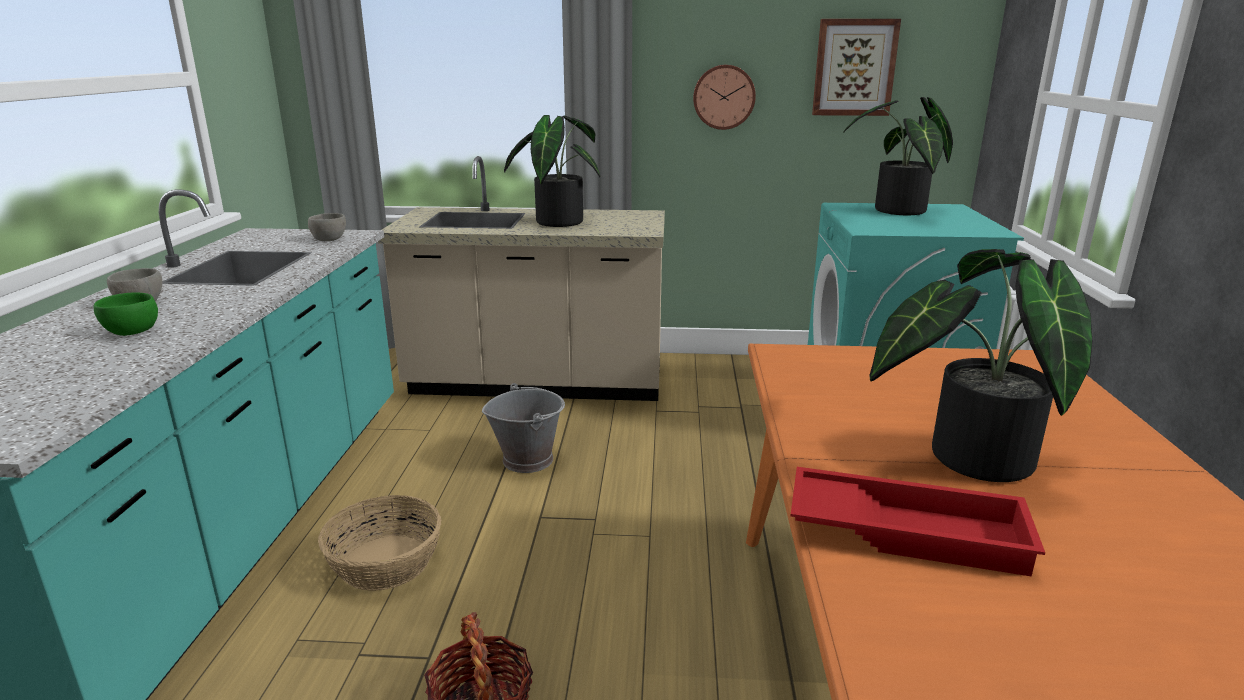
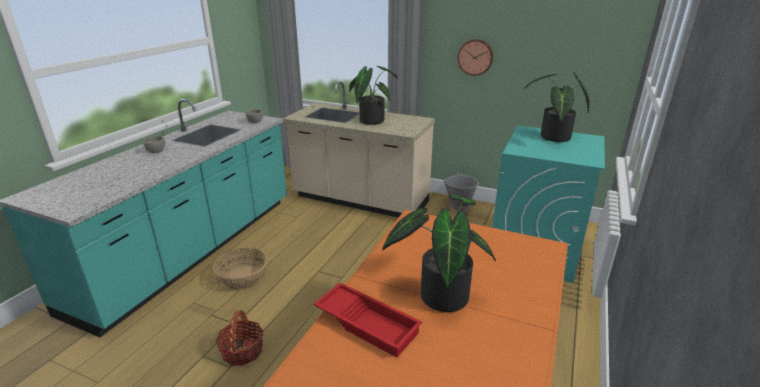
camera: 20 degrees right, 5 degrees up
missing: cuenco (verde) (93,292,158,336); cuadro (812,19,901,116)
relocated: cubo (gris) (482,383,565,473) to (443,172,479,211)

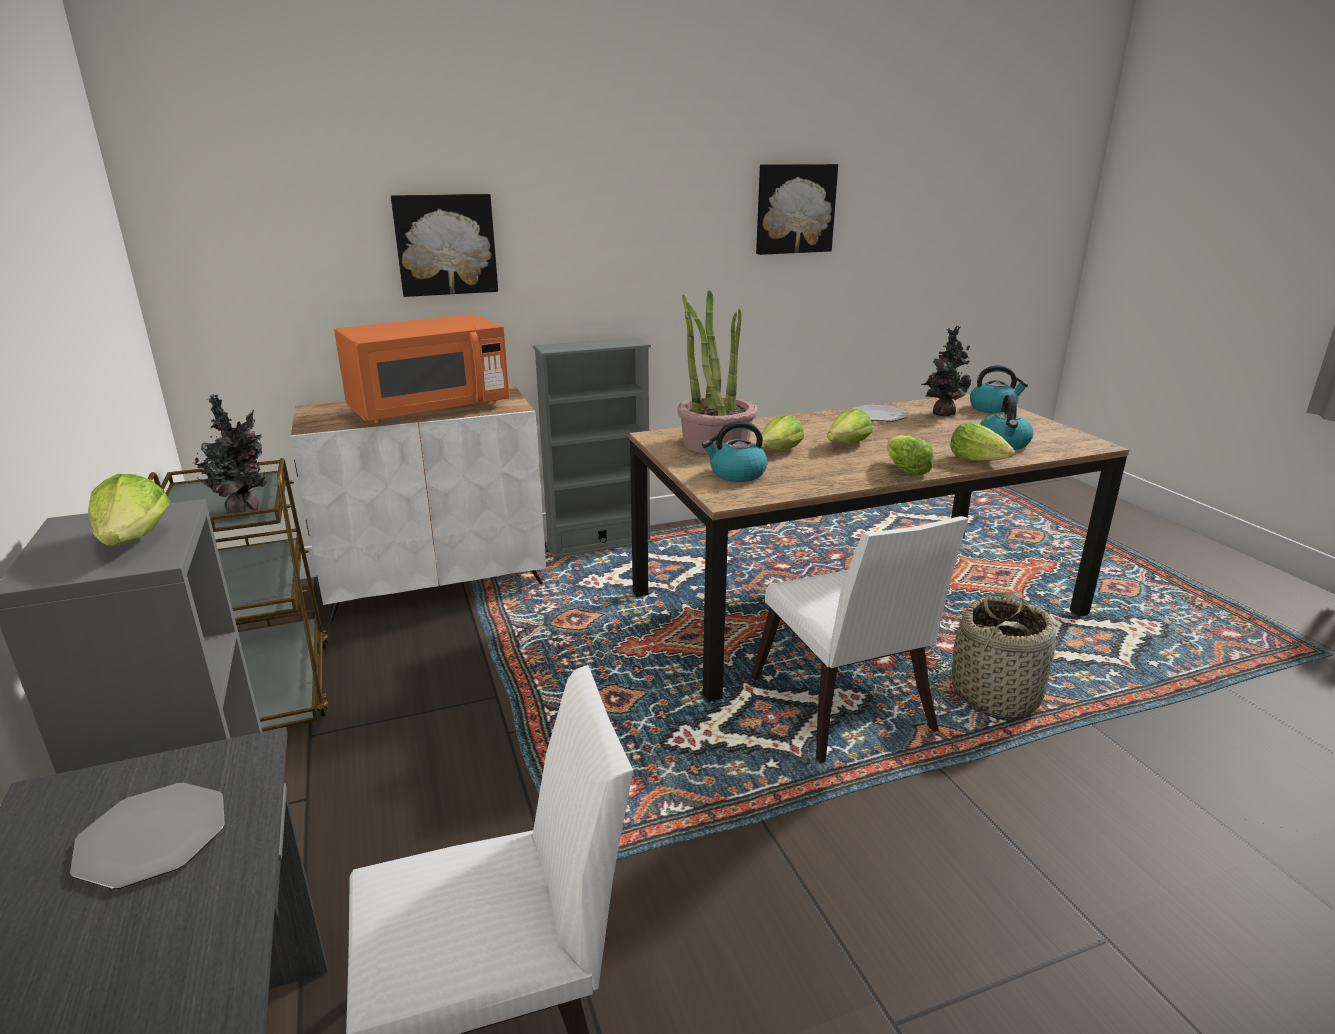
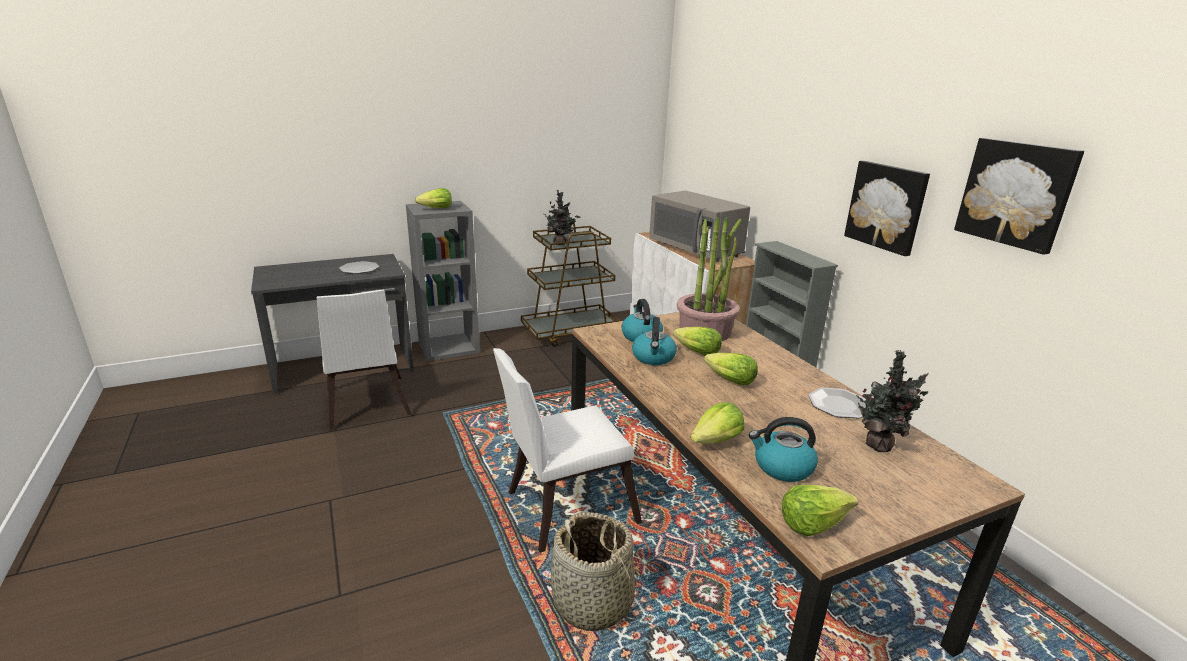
camera: 85 degrees right, 0 degrees up
relocated: hervidor (970,365,1028,414) to (632,317,677,365); lechuga (887,435,933,476) to (782,485,858,536); cuadro (391,194,498,297) to (844,161,930,256)
colour: microondas (naranja) (334,314,510,423) to microondas (gris) (649,191,750,262)

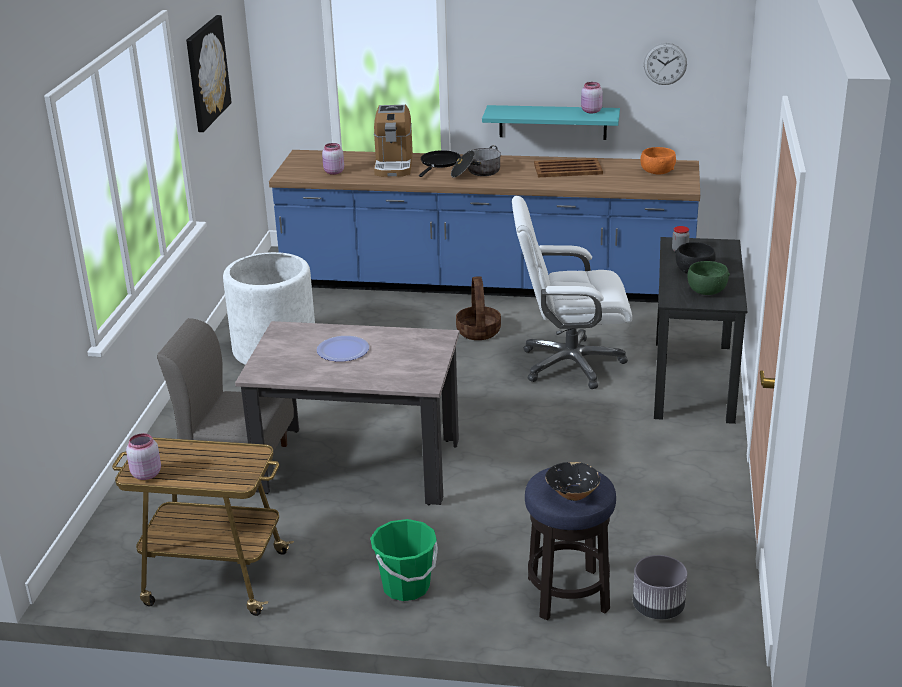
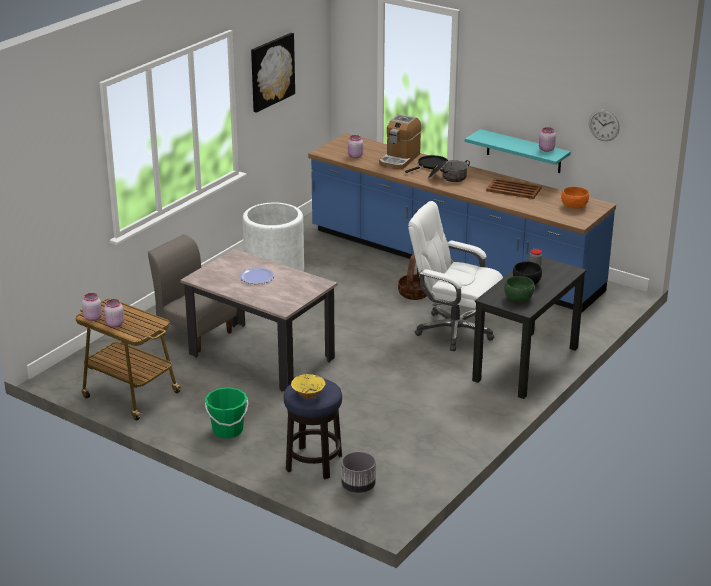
camera: 25 degrees right, 0 degrees up
appeared: tarro (rosa) (104,299,124,327)
colour: cuenco (negro) (545,462,600,501) to cuenco (amarillo) (291,374,325,399)

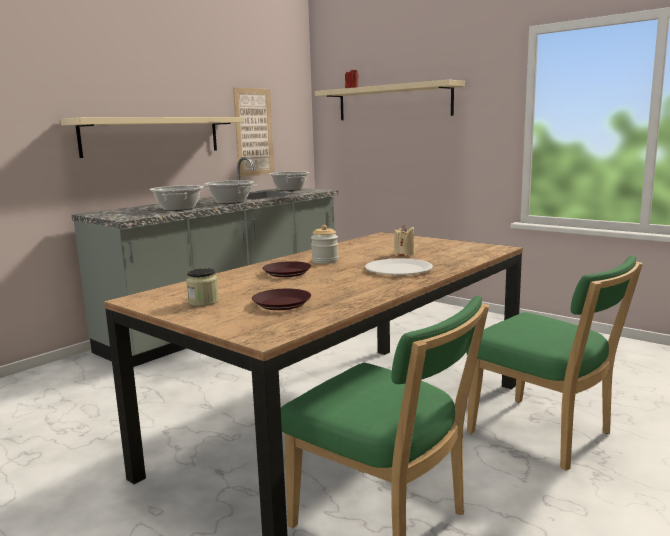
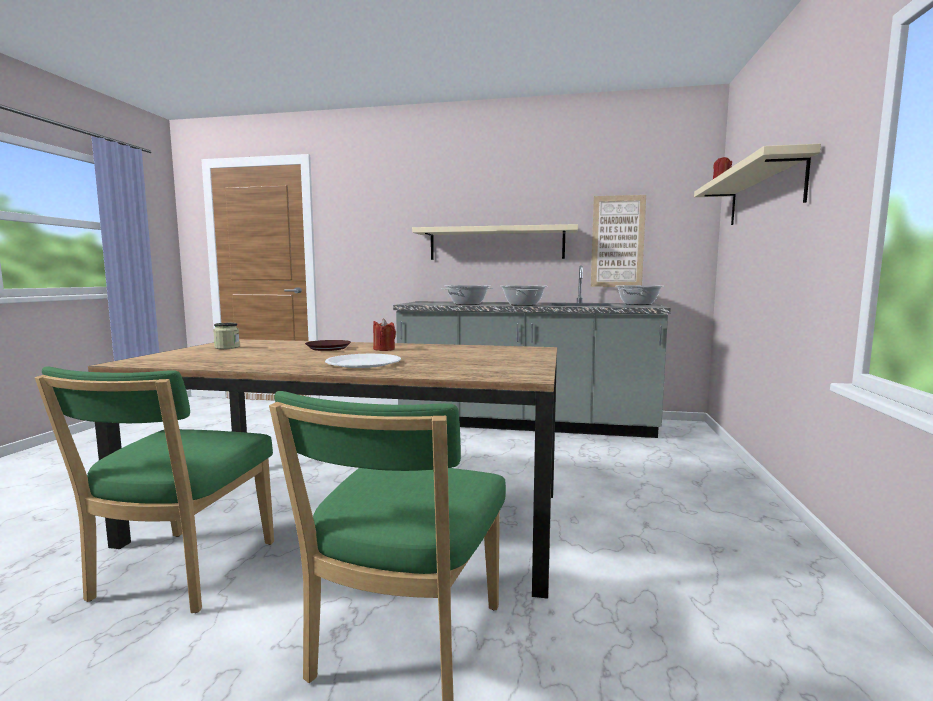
camera: 60 degrees right, 5 degrees down
missing: plato (marrón) (252,289,311,310); vela (beis) (394,225,415,256)
exchanged: tarro (311,225,339,264) to vela (rojo) (373,318,396,351)

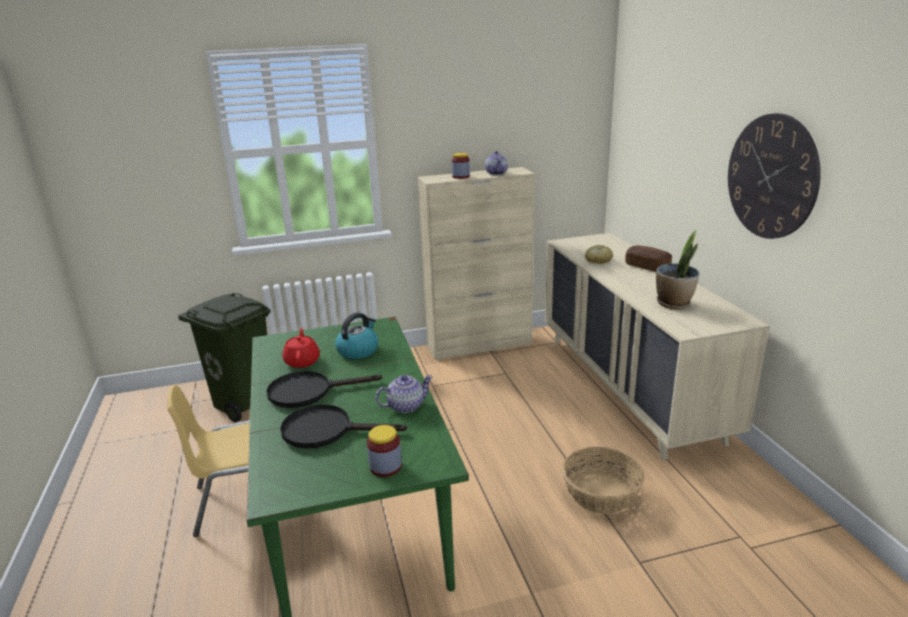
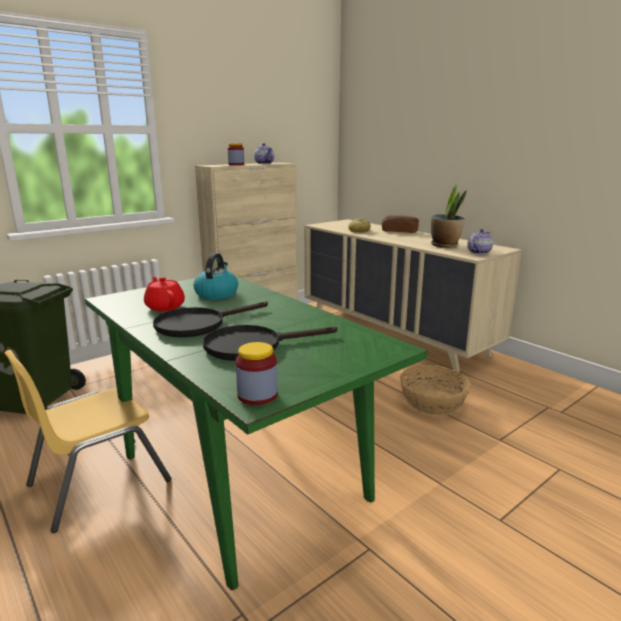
camera: 25 degrees left, 5 degrees down
missing: reloj de pared (728,113,821,239)
relocated: tarro (367,425,402,477) to (236,342,278,405); tetera (375,375,433,413) to (467,229,493,254)

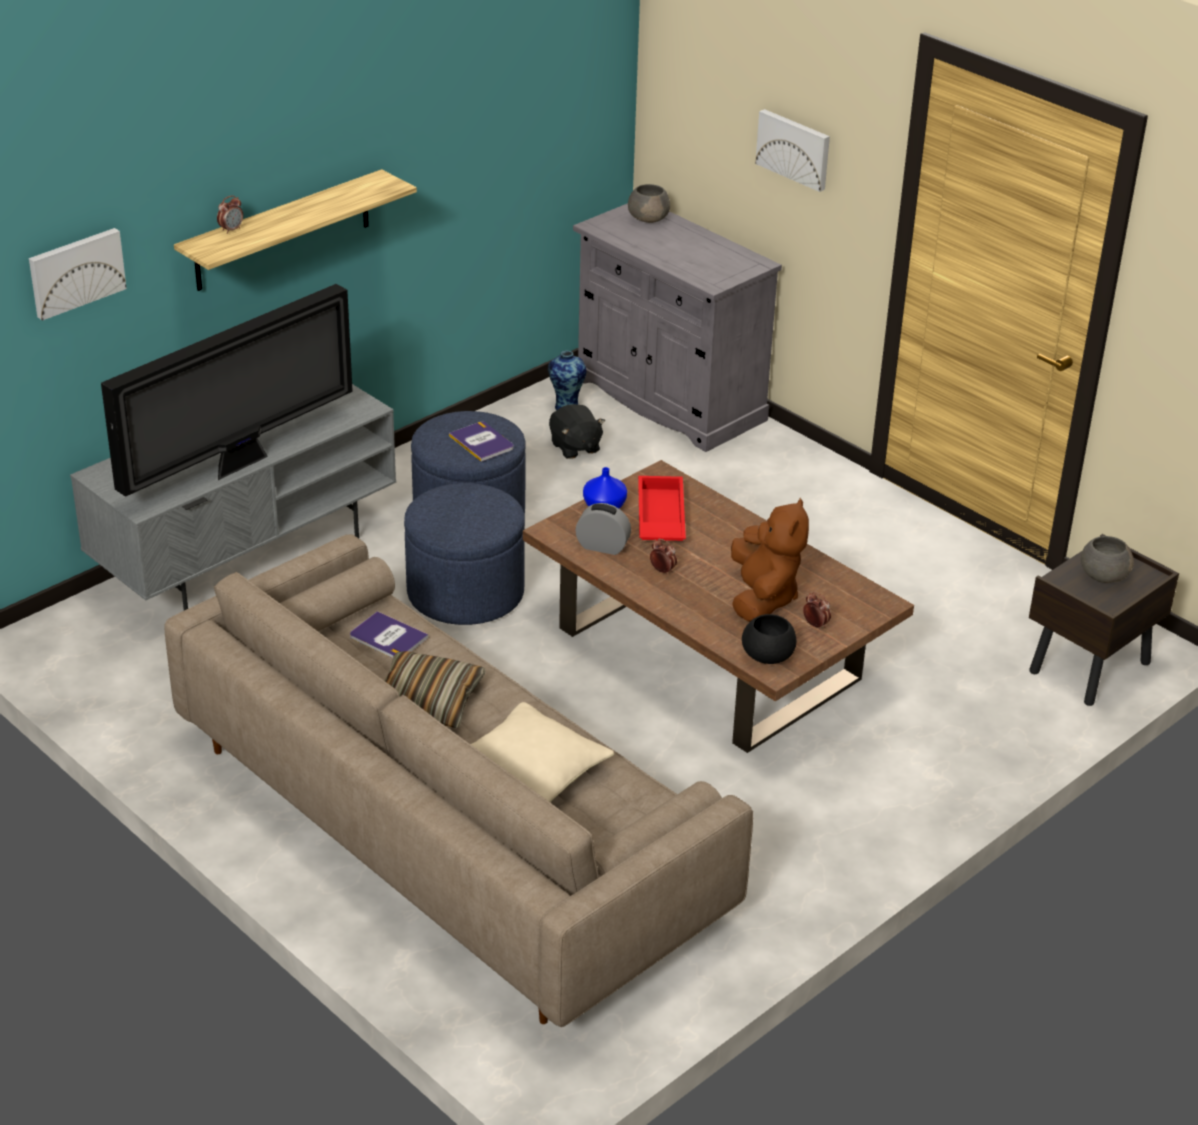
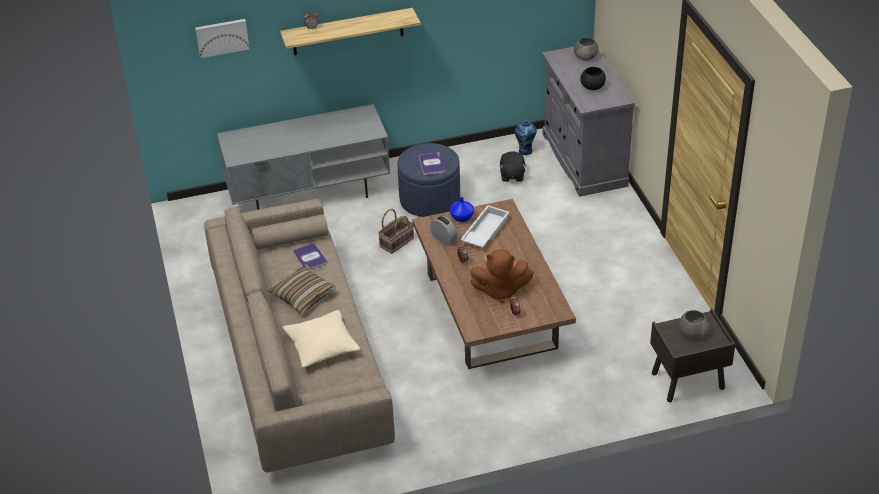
camera: 30 degrees right, 5 degrees up
missing: televisor (101,284,353,497); cuadro (755,109,830,192)
relocated: cuenco (negro) (742,614,796,664) to (580,67,606,90)
exchanged: puf (azul) (404,483,525,625) to cesta (378,209,414,254)
colour: bandeja (rojo) (638,476,686,541) to bandeja (blanco) (460,205,510,248)
spun: peluche (marrón) (731,498,809,622) = (470,249,534,303) 60 degrees clockwise

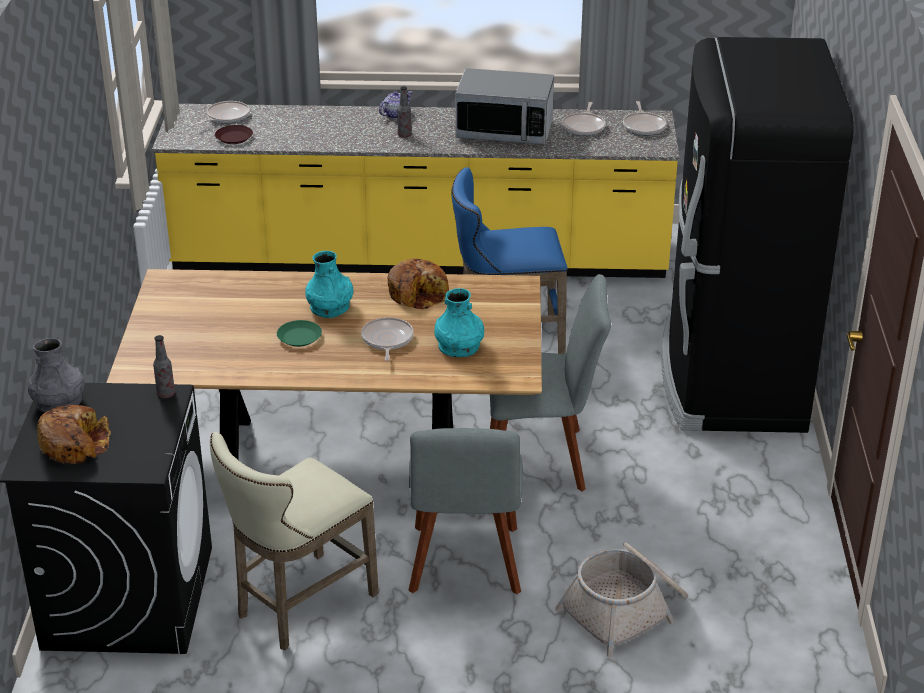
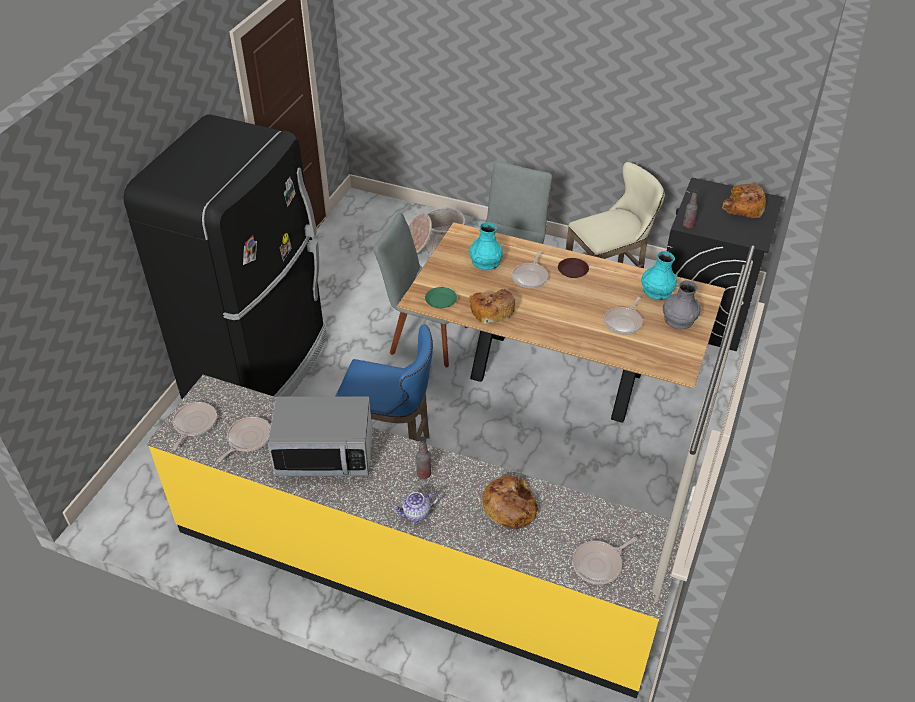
camera: 160 degrees left, 10 degrees up
appeared: pan (482,476,538,529); sartén (604,297,643,335)
relocated: plato (verde) (277,320,322,347) to (425,287,457,308); plato (marrón) (215,125,253,144) to (558,258,589,278); florero (turquesa) (305,251,353,318) to (641,251,677,300); florero (gris) (28,338,85,413) to (663,280,700,330)
spun: microondas (455,68,554,145) = (268,396,372,476) 150 degrees clockwise

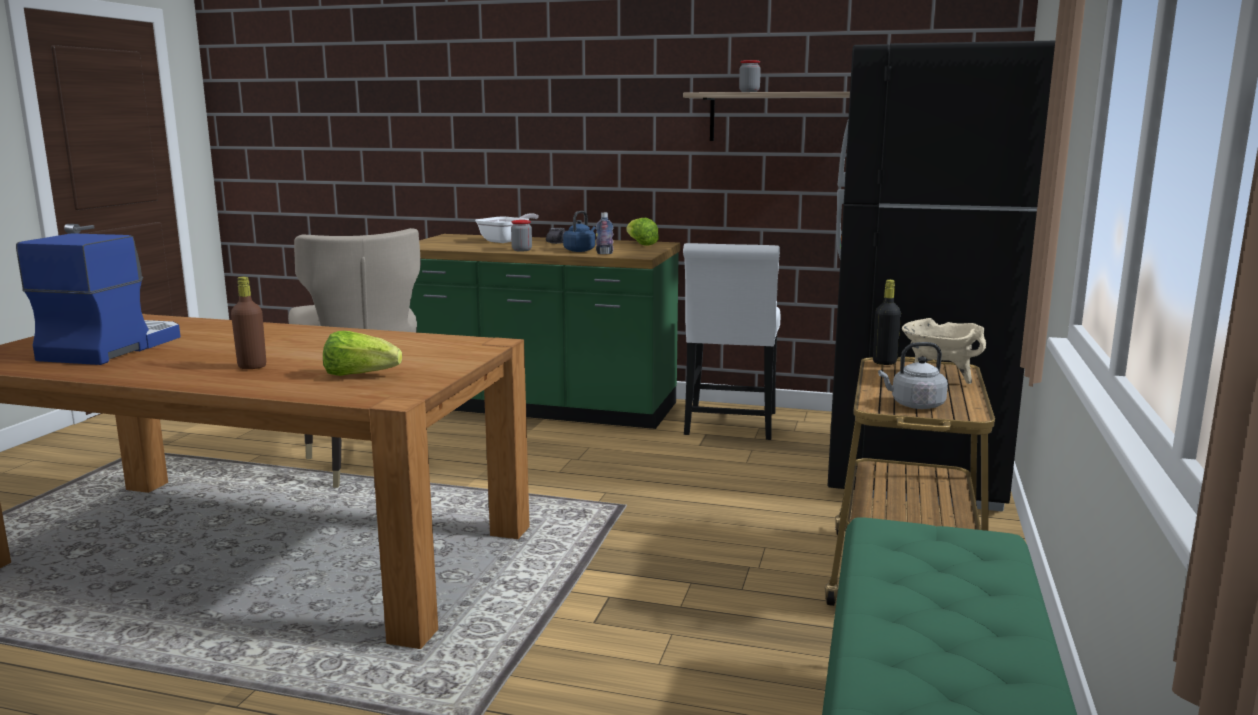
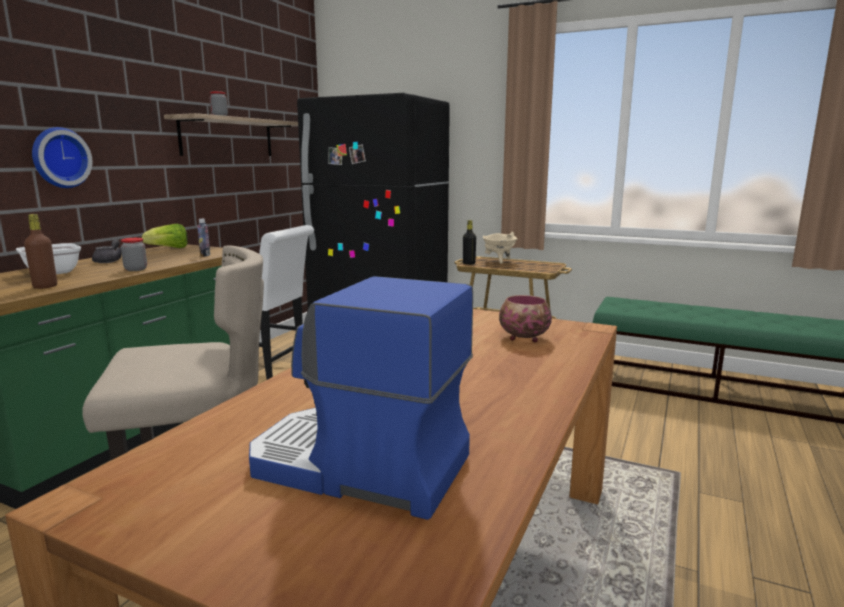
camera: 80 degrees left, 0 degrees up
missing: hervidor (azul) (563,211,596,252); hervidor (gris) (878,342,948,409)
appeared: reloj de pared (32,127,92,188)
relocated: botella (marrón) (231,277,266,369) to (24,214,57,289)
exchanged: lechuga (323,331,402,376) to cuenco (499,295,552,342)

